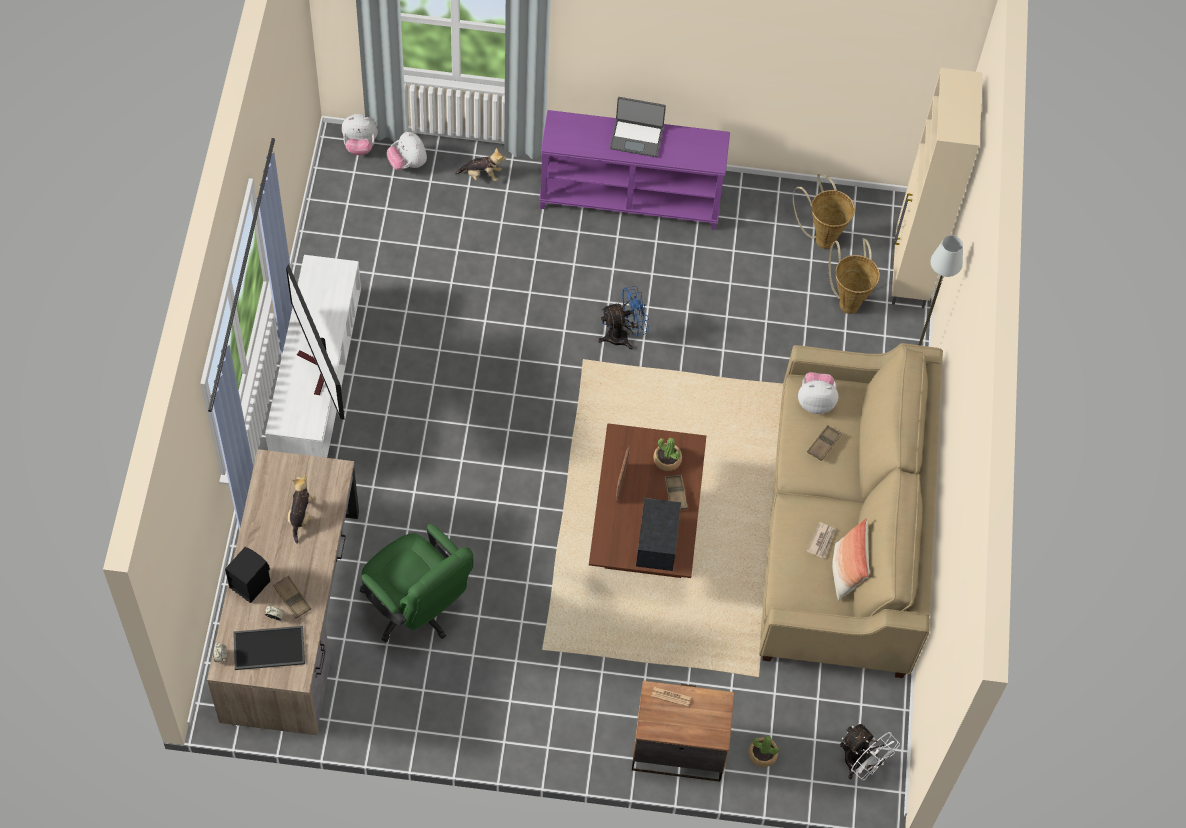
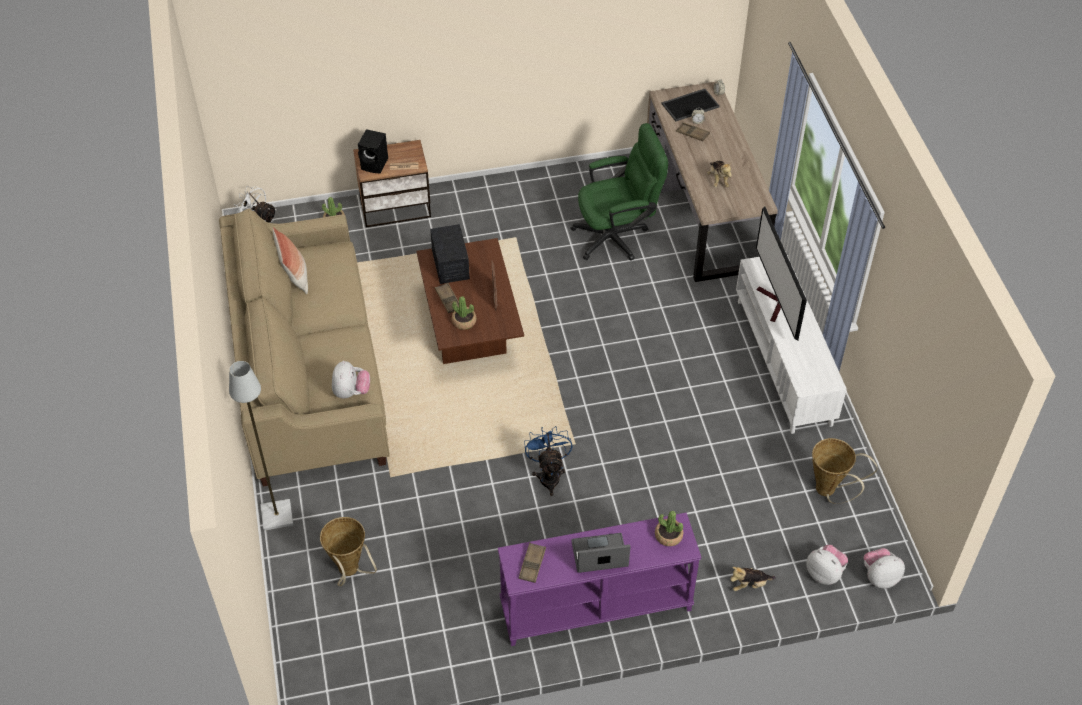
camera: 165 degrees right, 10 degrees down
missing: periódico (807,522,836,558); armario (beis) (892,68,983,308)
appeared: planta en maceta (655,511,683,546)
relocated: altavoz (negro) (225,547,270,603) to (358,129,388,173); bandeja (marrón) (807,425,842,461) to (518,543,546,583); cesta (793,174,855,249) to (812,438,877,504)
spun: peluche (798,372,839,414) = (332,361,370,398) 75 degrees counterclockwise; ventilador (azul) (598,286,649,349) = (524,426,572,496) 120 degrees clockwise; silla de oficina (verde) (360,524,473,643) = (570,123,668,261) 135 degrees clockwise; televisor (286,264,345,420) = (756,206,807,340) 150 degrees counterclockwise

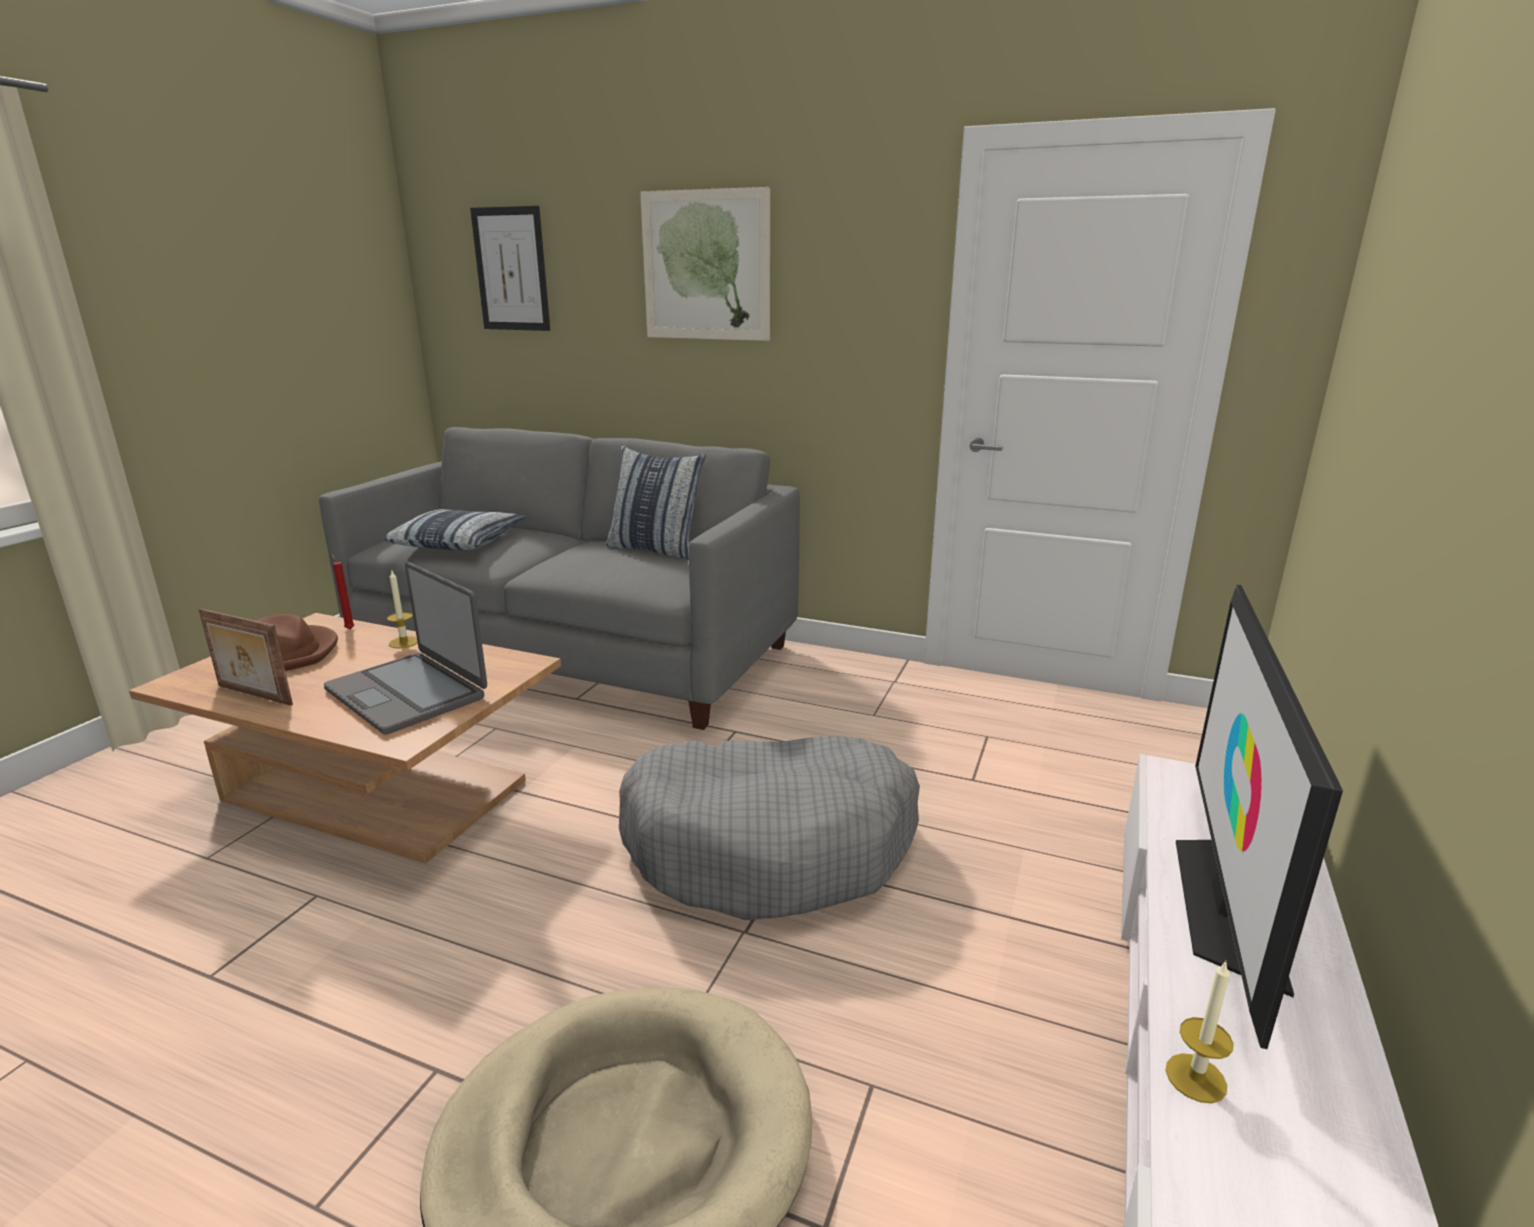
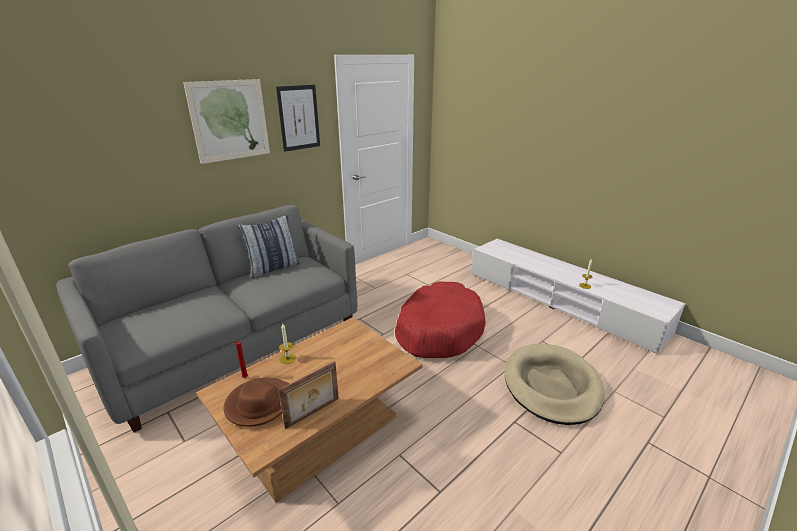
camera: 65 degrees left, 5 degrees up
missing: portátil (324,562,487,734); cojín (384,509,526,550); televisor (1176,585,1343,1049)
relocated: cuadro (470,206,550,331) to (276,85,320,152)
colour: cama para perro (gris) (619,736,920,920) to cama para perro (rojo) (395,282,486,358)

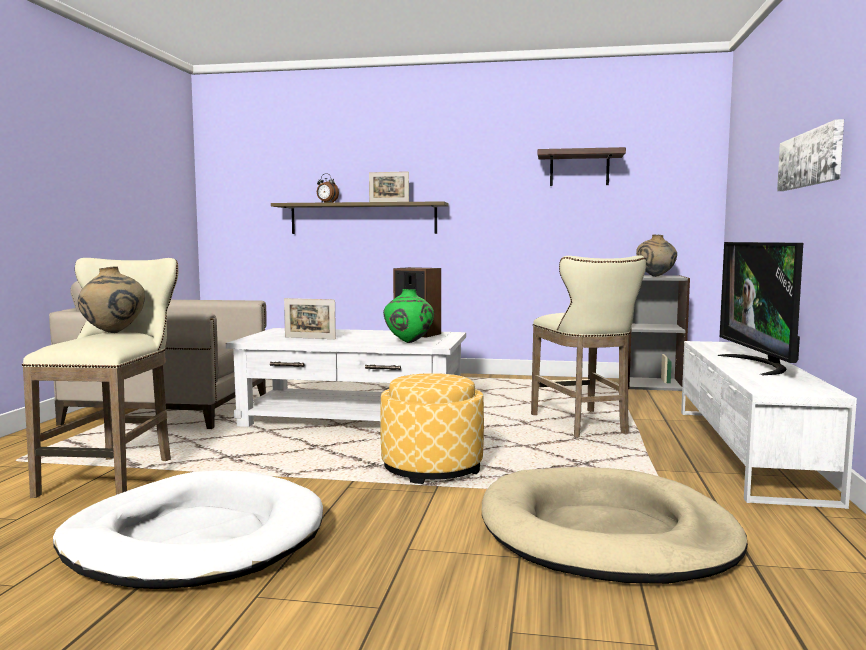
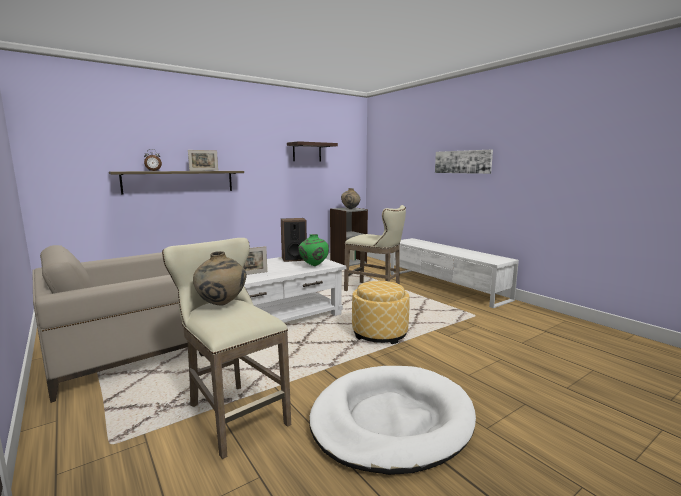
camera: 45 degrees left, 5 degrees up
missing: cama para perro (beis) (482,467,748,584); televisor (718,242,803,375)

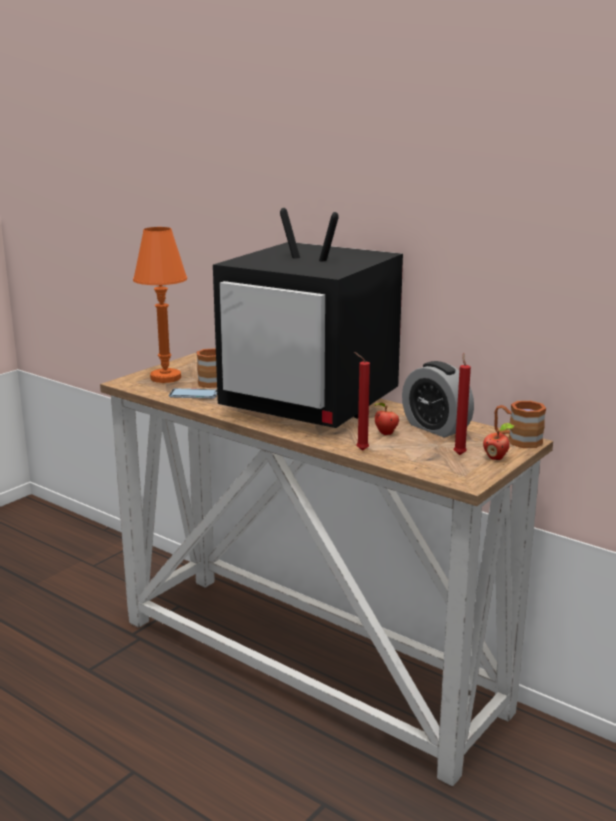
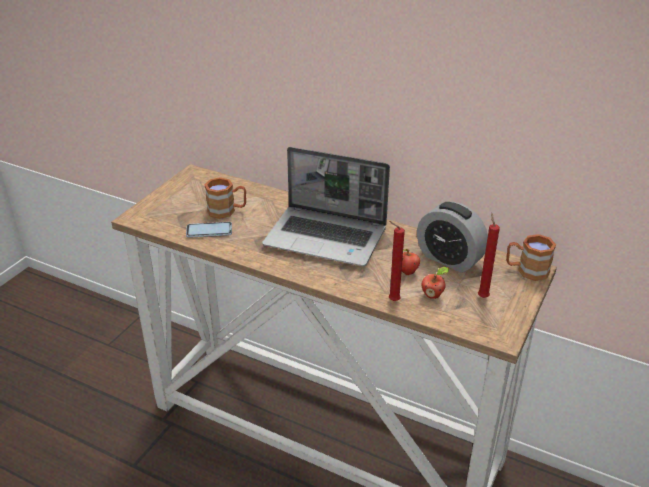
camera: 10 degrees left, 15 degrees up
missing: lámpara de mesa (naranja) (133,227,187,383)
relocated: manzana (483,423,515,460) to (421,267,450,299)
exchanged: televisor (213,208,403,428) to portátil (262,147,390,266)

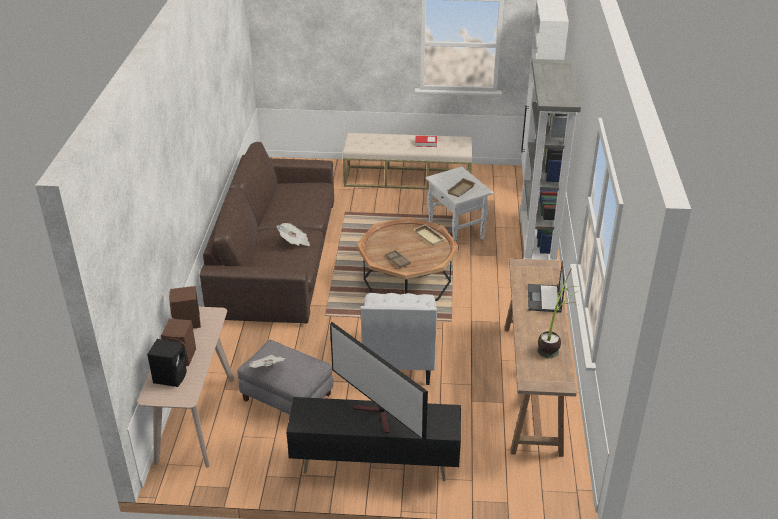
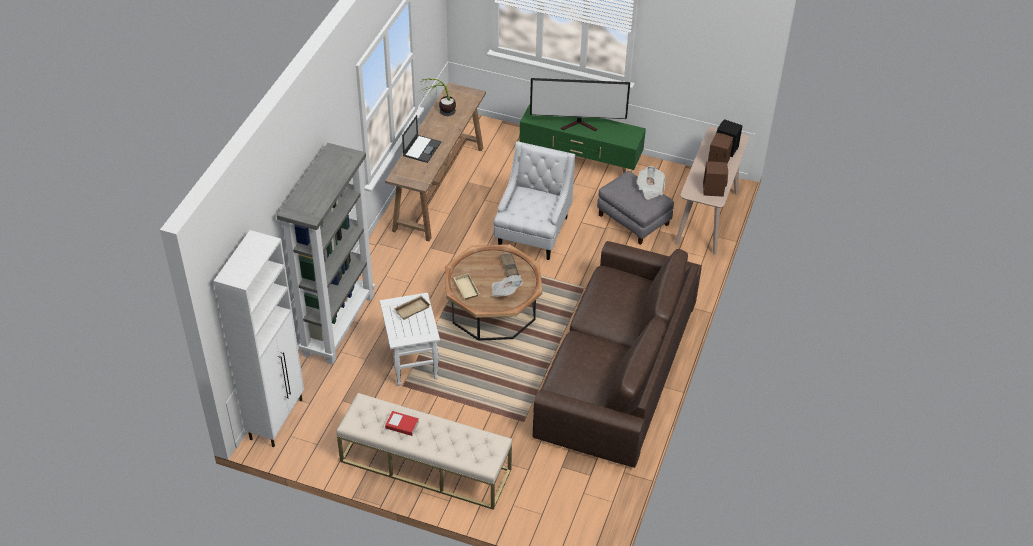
camera: 165 degrees left, 10 degrees up
relocated: periódico (277,223,310,246) to (491,275,523,297)
colour: mueble de televisión (negro) (286,397,461,481) to mueble de televisión (verde) (519,104,646,173)
spun: televisor (330,321,428,440) = (530,78,630,131) 120 degrees clockwise

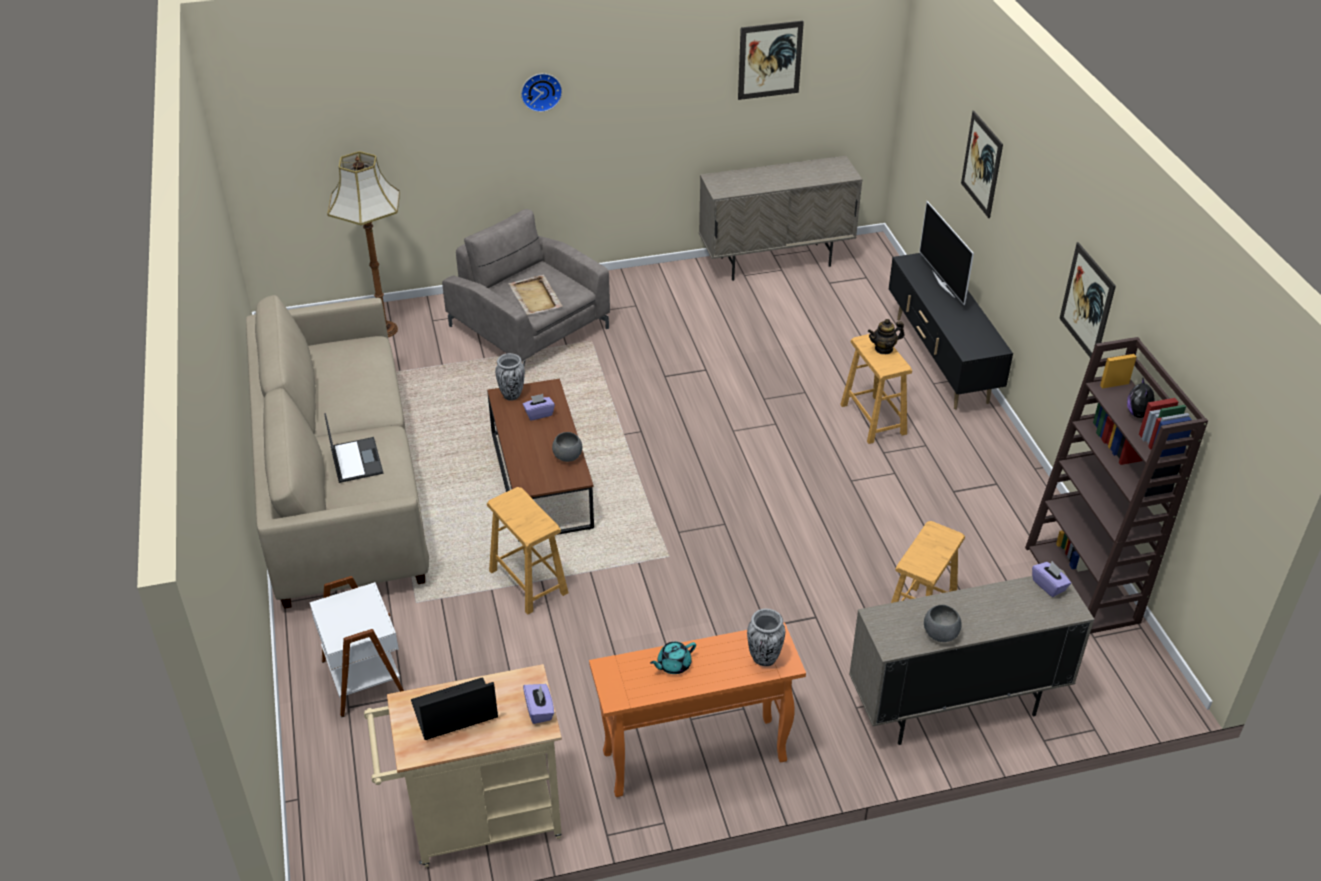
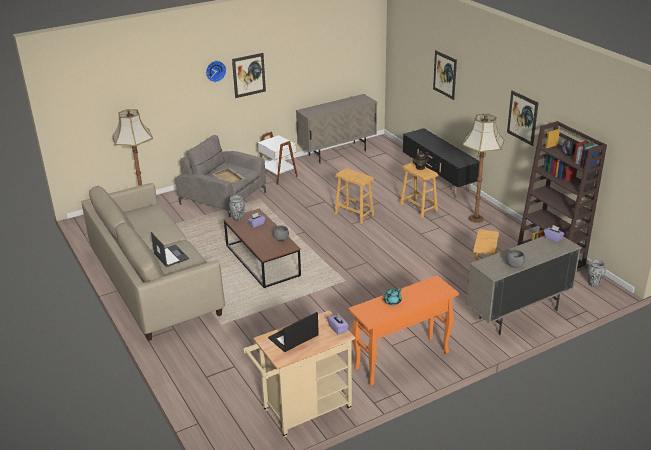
camera: 15 degrees left, 10 degrees down
missing: televisor (919,201,974,305)
appeared: lámpara de pie (462,113,504,223)
relocated: cuadro (738,21,804,100) to (232,53,266,98); mesa auxiliar (blanco) (310,576,404,717) to (258,132,298,185); taburete (marrón) (487,487,569,614) to (334,168,374,224); florero (747,608,785,666) to (588,260,606,287)

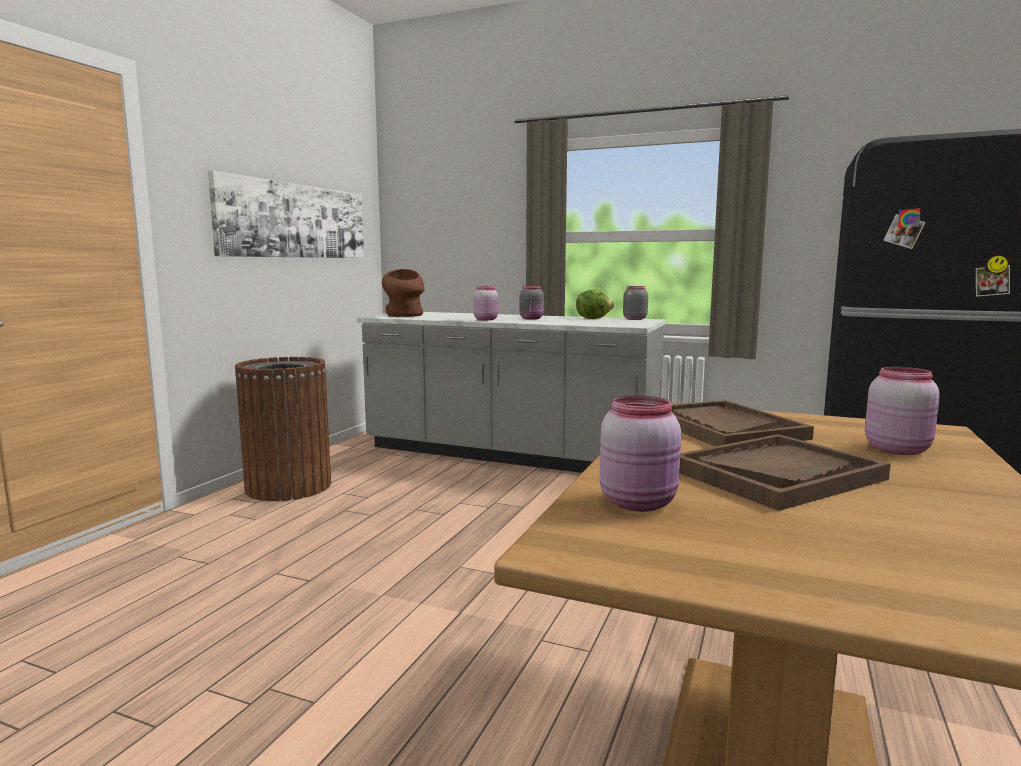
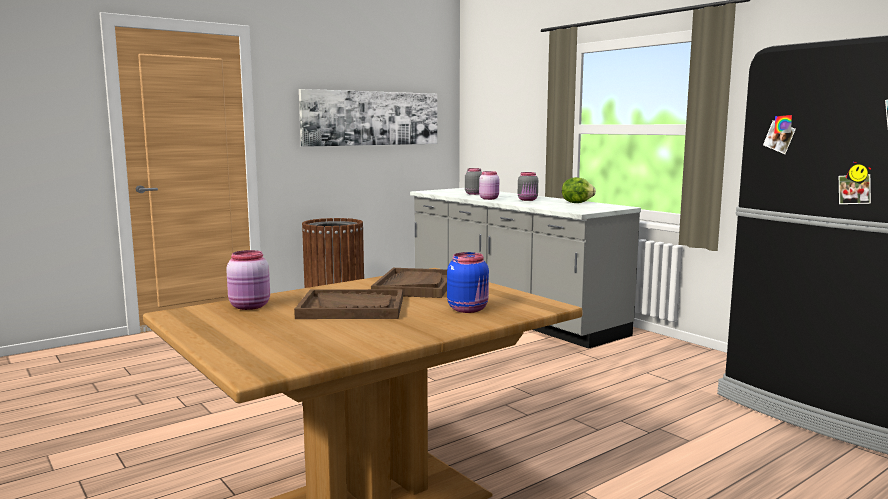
camera: 30 degrees right, 0 degrees up
missing: florero (marrón) (382,269,425,317)
relocated: tarro (gris) (623,286,648,320) to (465,168,482,195)
colour: tarro (rosa) (865,367,940,455) to tarro (azul) (447,252,489,313)

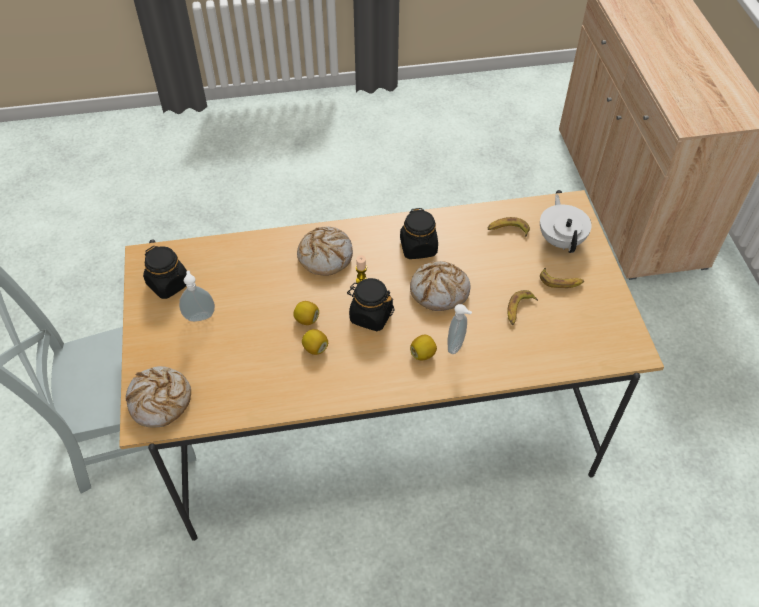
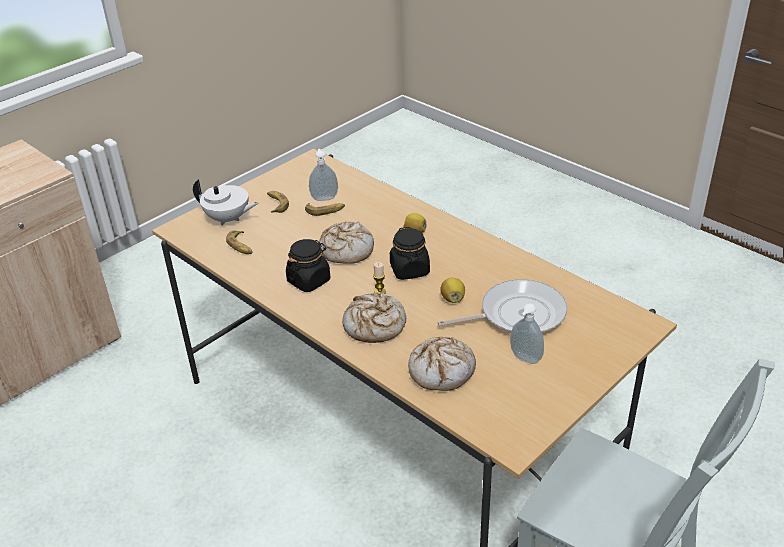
camera: 125 degrees left, 15 degrees down
missing: tarro (negro) (143,246,187,299); limón (302,329,328,355)
appeared: sartén (438,279,568,333)
relocated: dispensador de jabón (447,304,472,354) to (309,149,338,201); pan (126,366,191,428) to (408,337,476,391)
spun: tetera (blanco) (540,194,592,253) = (193,179,259,226) 120 degrees counterclockwise

